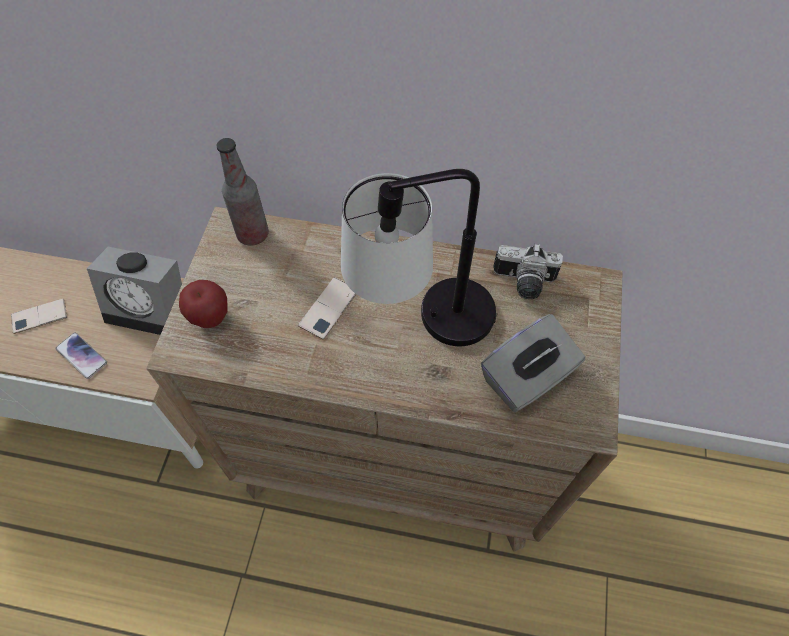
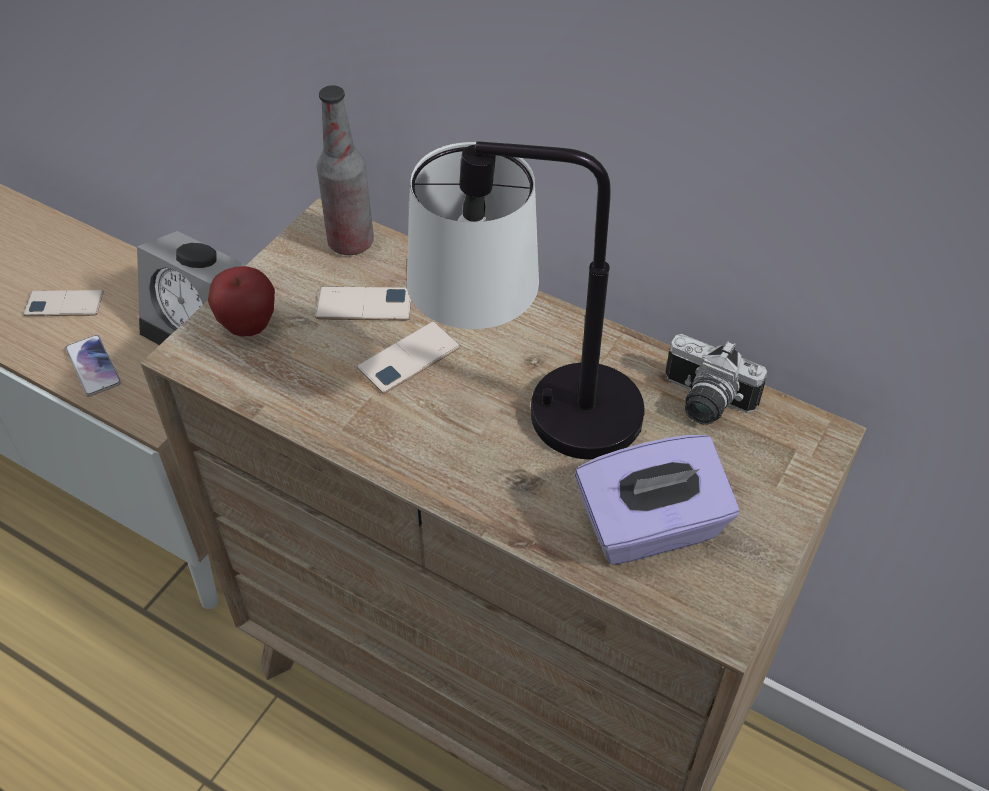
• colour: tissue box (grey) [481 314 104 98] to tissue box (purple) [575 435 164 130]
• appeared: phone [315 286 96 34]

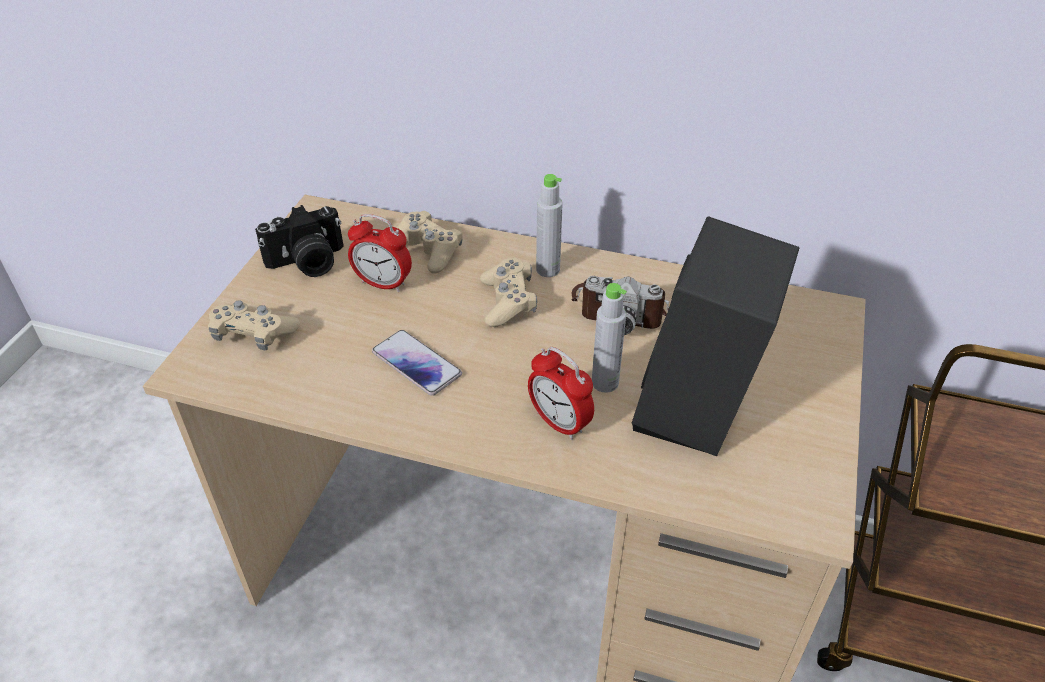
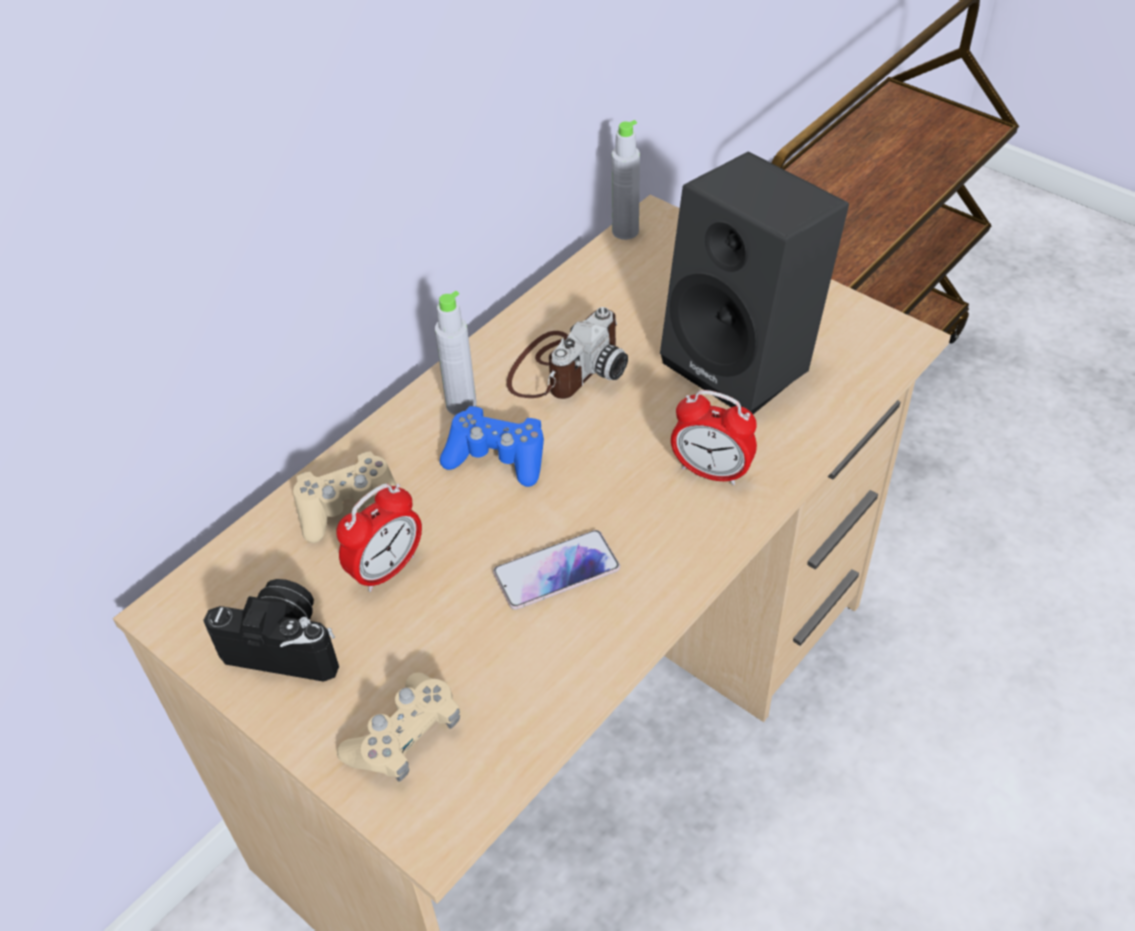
• spun: photo camera [255 205 89 72] = [203 579 136 103] 75 degrees counterclockwise
• colour: game controller (beige) [480 258 57 69] to game controller (blue) [440 406 104 81]
• relocated: bottle (grey) [592 283 35 109] to [612 120 28 120]
• spun: alarm clock [528 347 66 93] = [671 390 86 95] 45 degrees clockwise

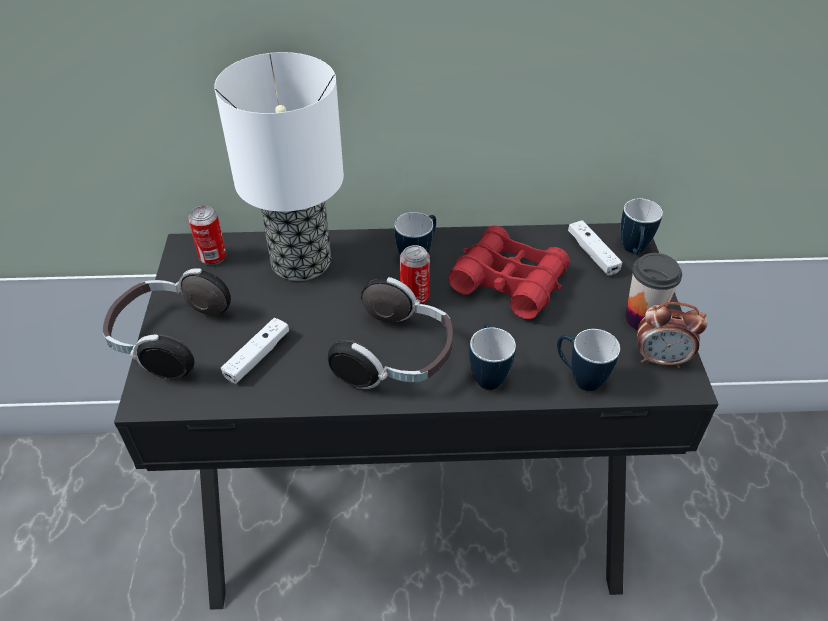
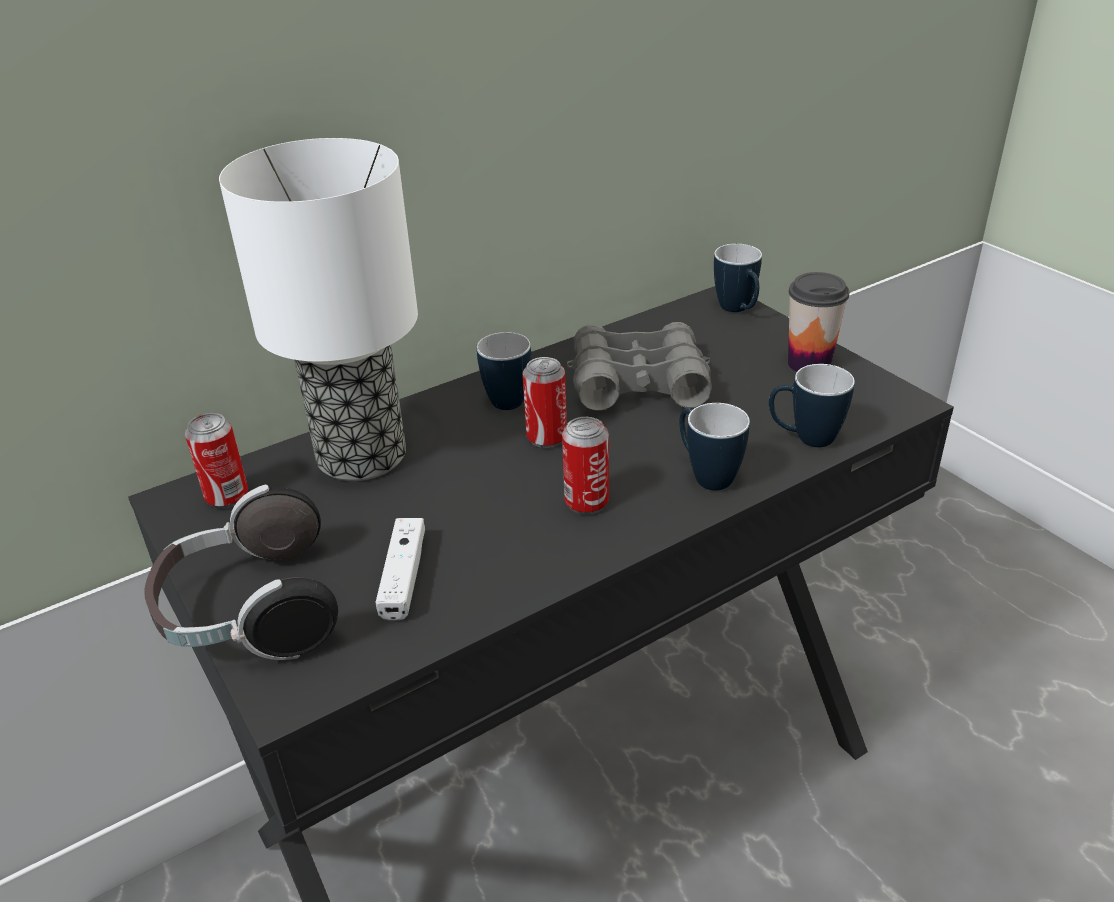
• missing: game controller (white) [568 220 54 56]
• colour: binoculars (red) [448 225 122 94] to binoculars (grey) [567 322 145 89]
• exchanged: headphones [328 277 125 112] to can [562 417 47 98]
• missing: alarm clock [637 302 70 66]

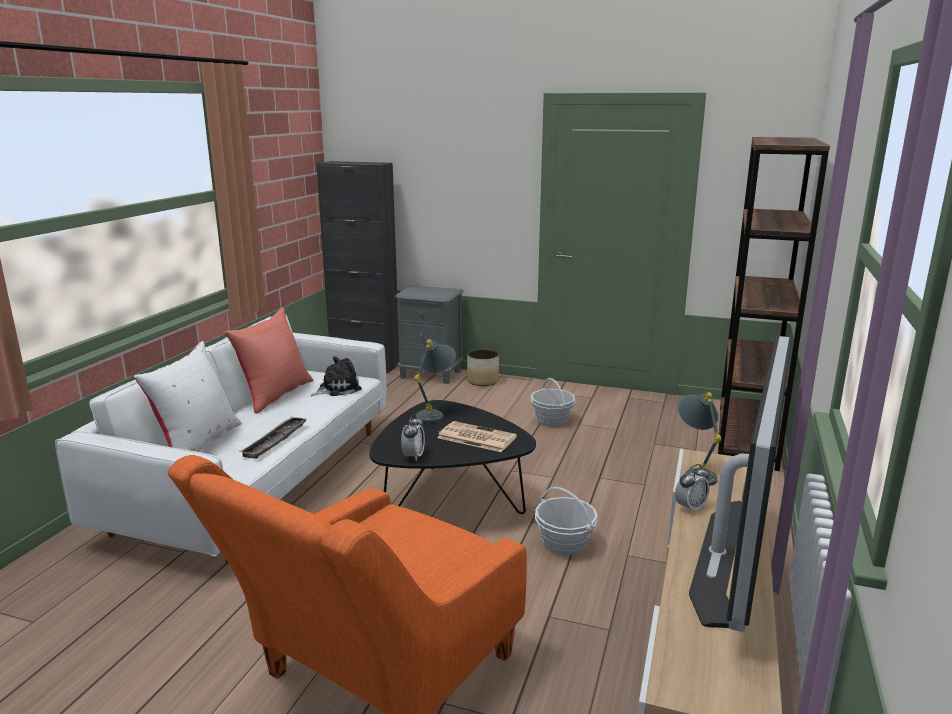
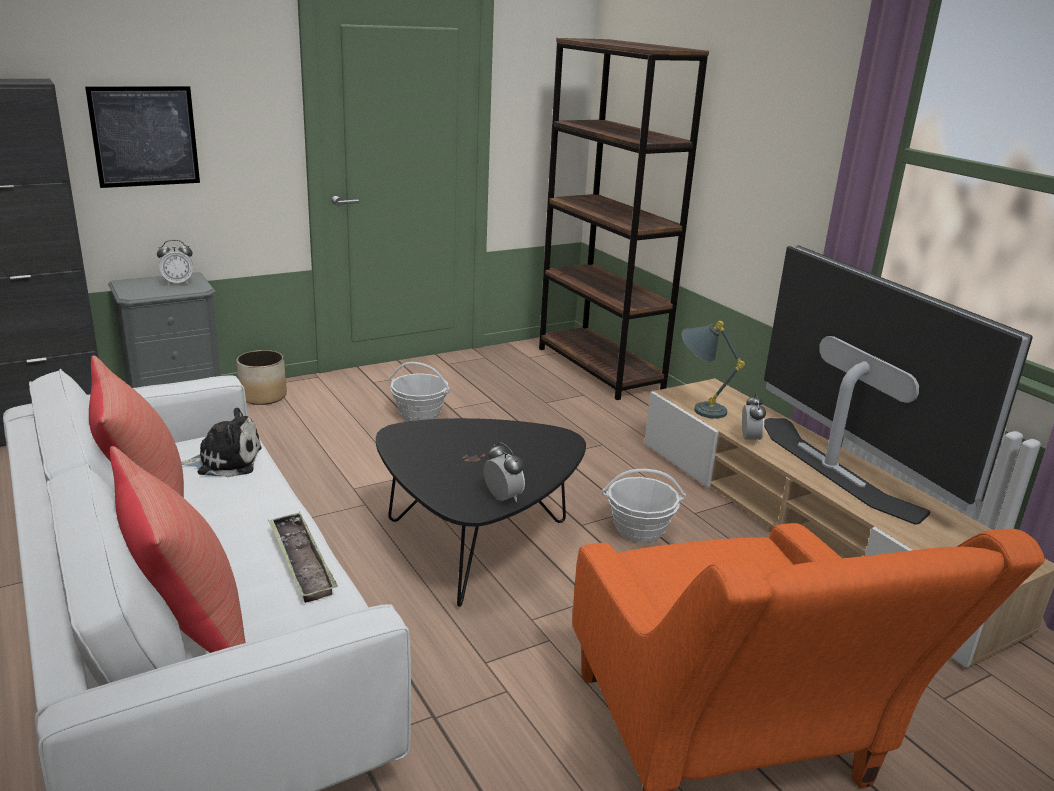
• missing: table lamp (grey) [414 339 42 84]
• colour: pillow (white) [134 341 108 111] to pillow (red) [110 446 136 207]
• spun: plush toy [311 356 51 40] = [181 408 81 70] 75 degrees clockwise
• missing: newspaper [438 421 79 31]
• appeared: picture [85 86 115 102]
• appeared: alarm clock [157 240 36 45]

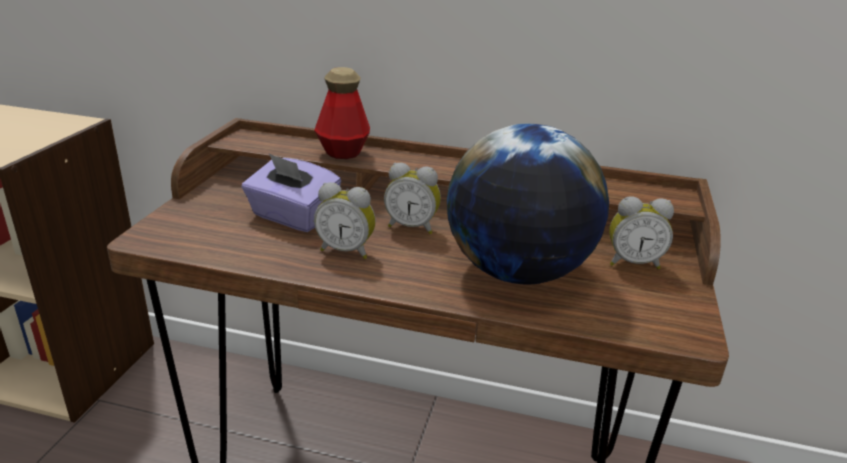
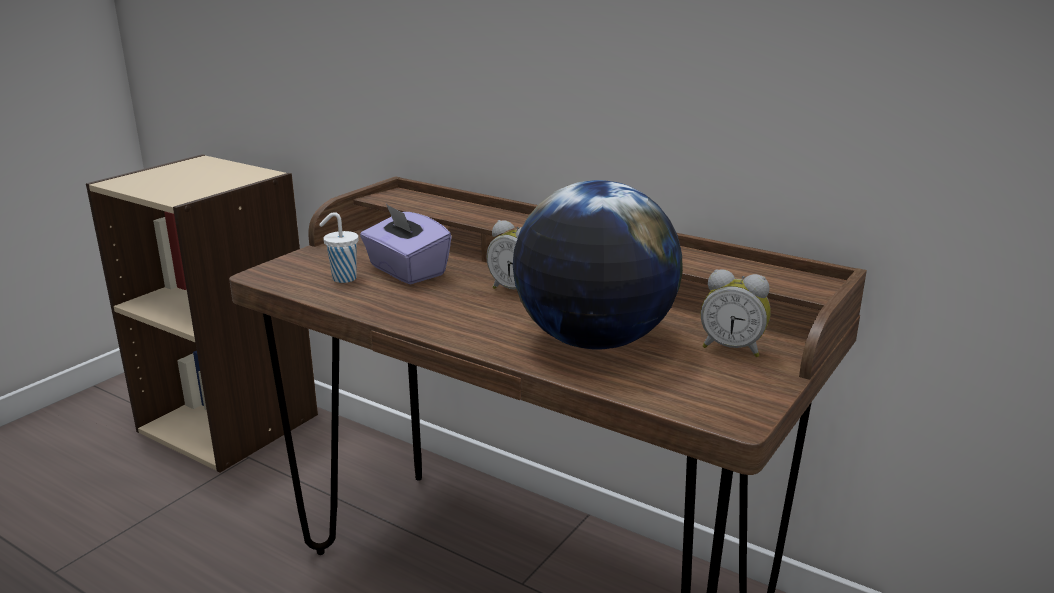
• missing: bottle [314 67 56 92]
• missing: alarm clock [314 182 62 77]
• appeared: cup (white) [319 212 40 71]

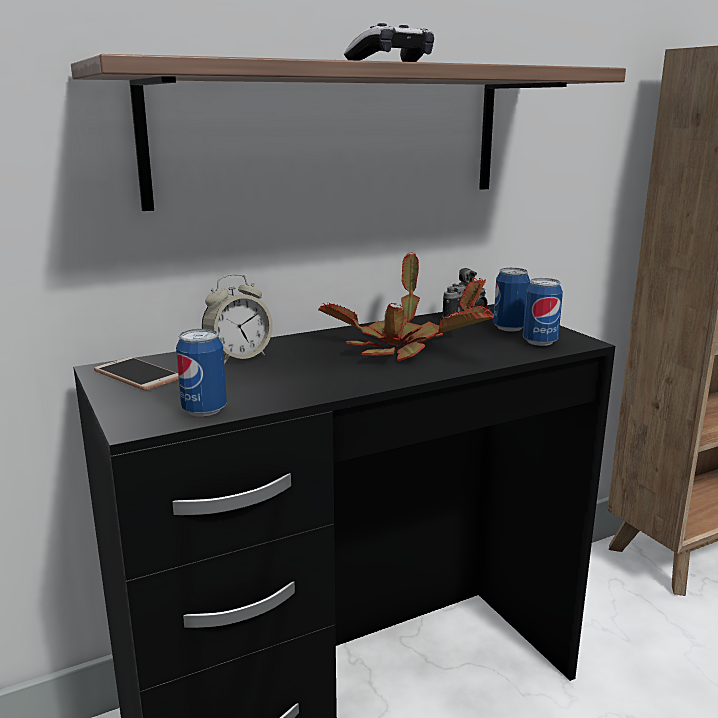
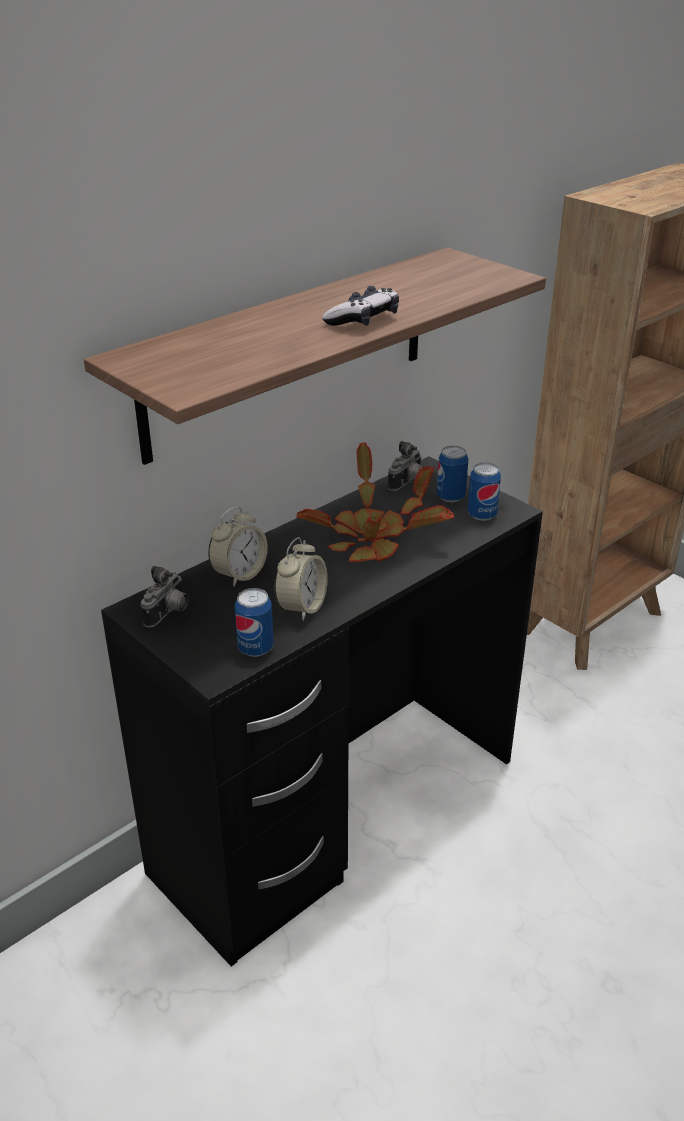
• exchanged: phone [94 357 85 34] to photo camera [141 566 48 62]
• appeared: alarm clock [274 537 54 84]

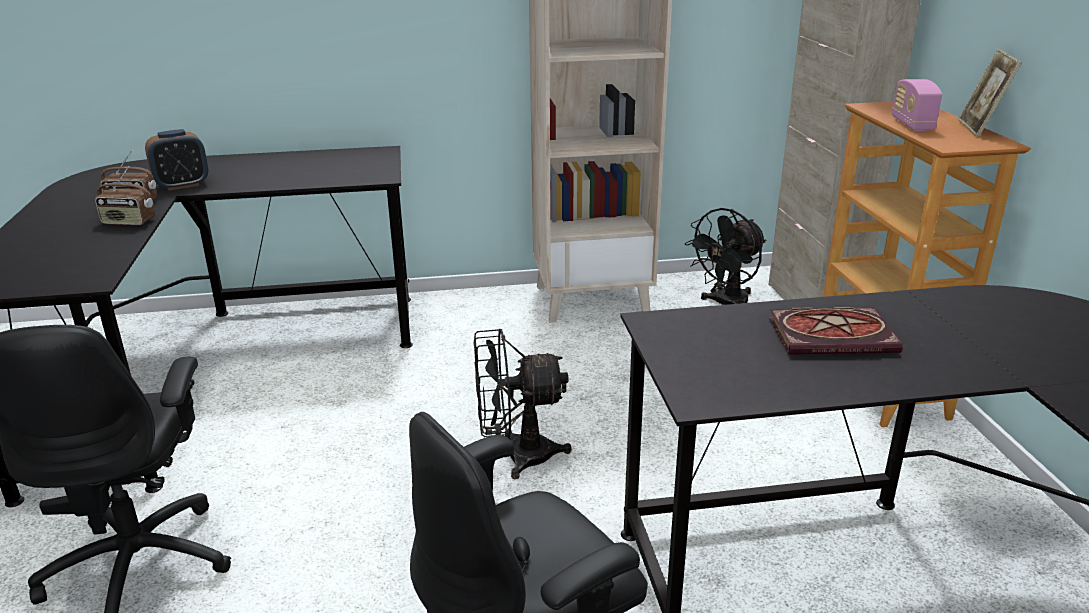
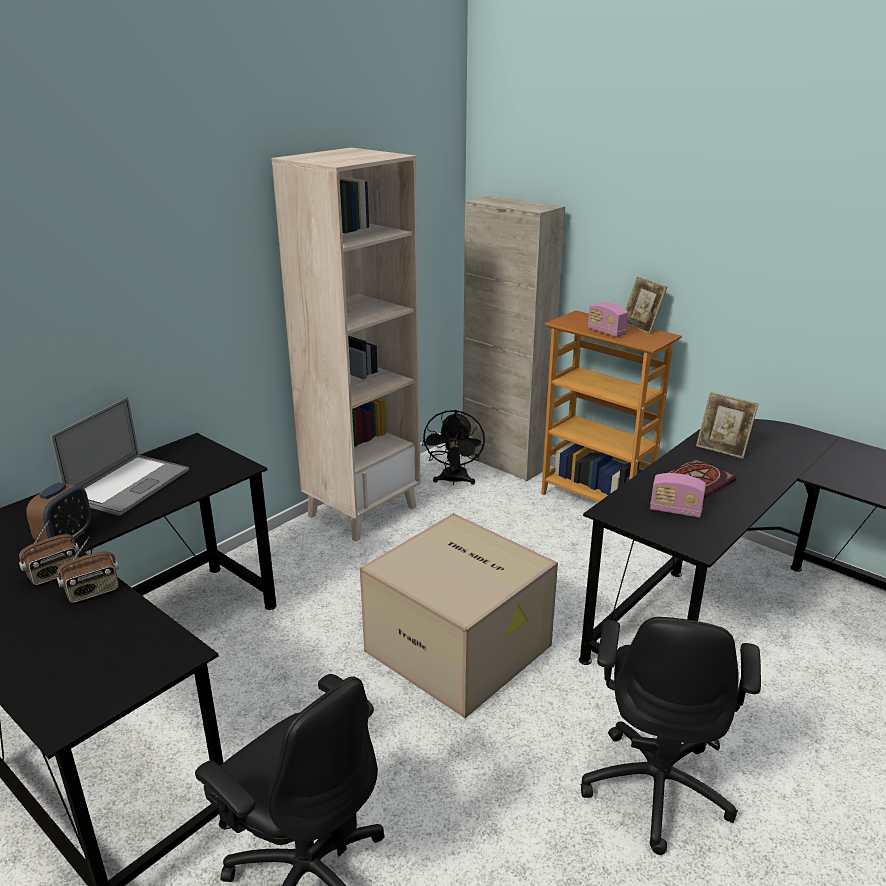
• exchanged: fan (black) [474 329 98 150] to cardboard box [360 513 198 205]
• appeared: picture frame [696 392 62 67]
• appeared: laptop [51 397 138 119]
• appeared: radio [650 473 56 45]

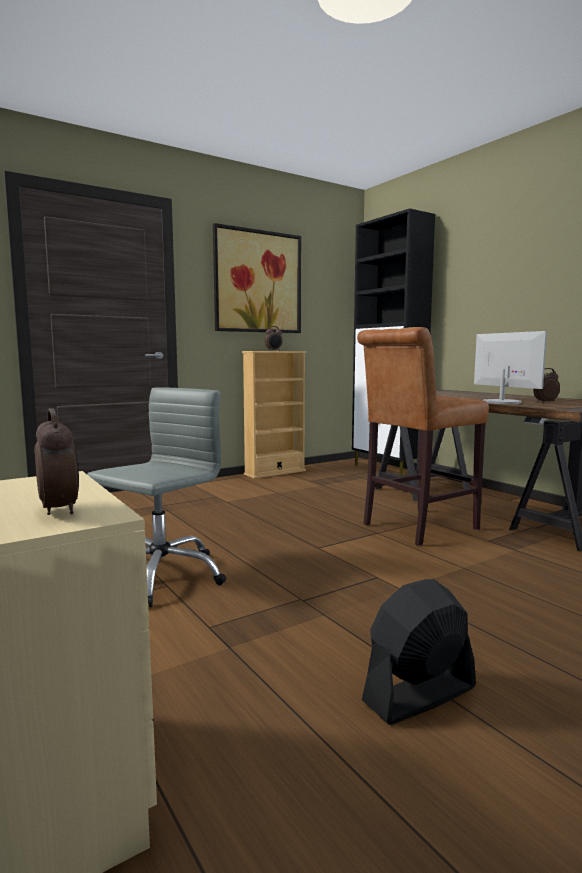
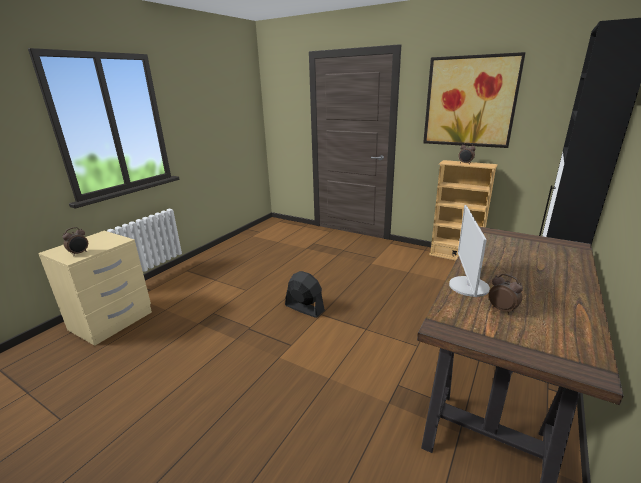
• missing: stool (brown) [357 327 132 219]
• spun: monitor [474 331 73 73] = [449 205 41 92] 150 degrees clockwise
• missing: office chair (grey) [87 388 139 219]
• relocated: fan (black) [362 579 114 146] to [285 271 40 47]

